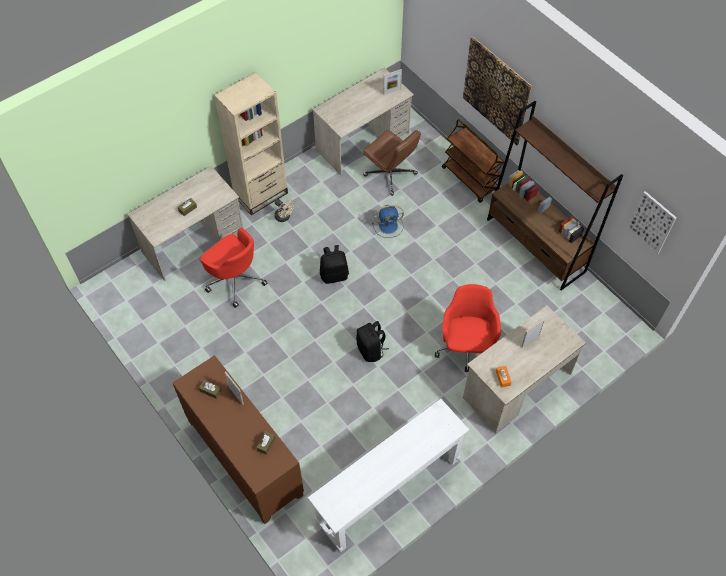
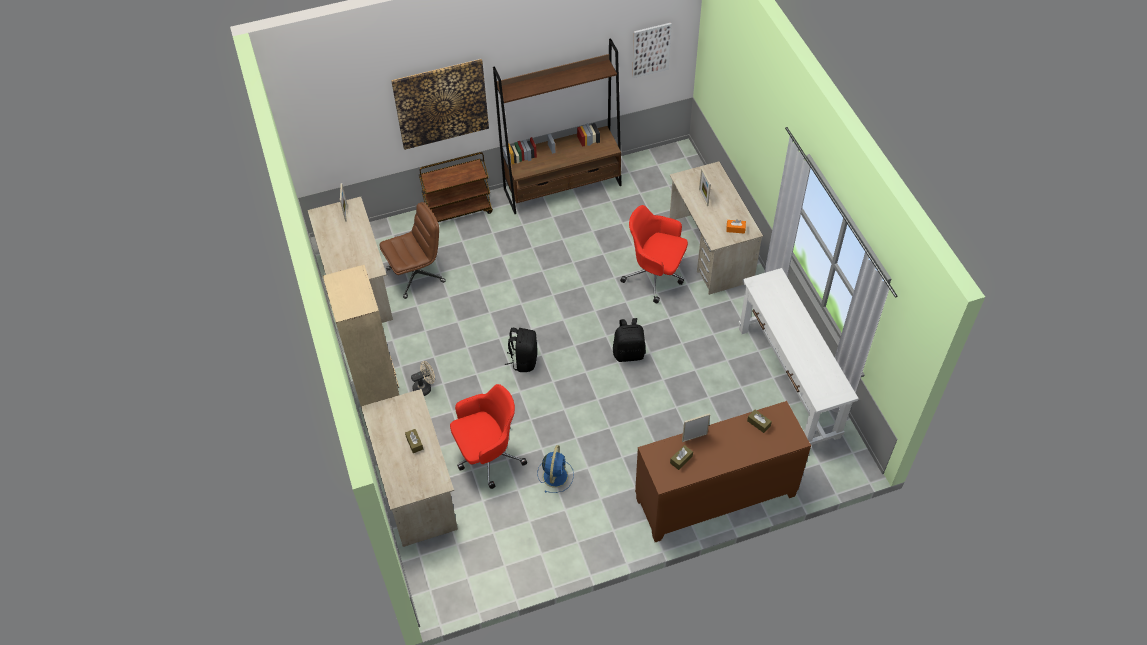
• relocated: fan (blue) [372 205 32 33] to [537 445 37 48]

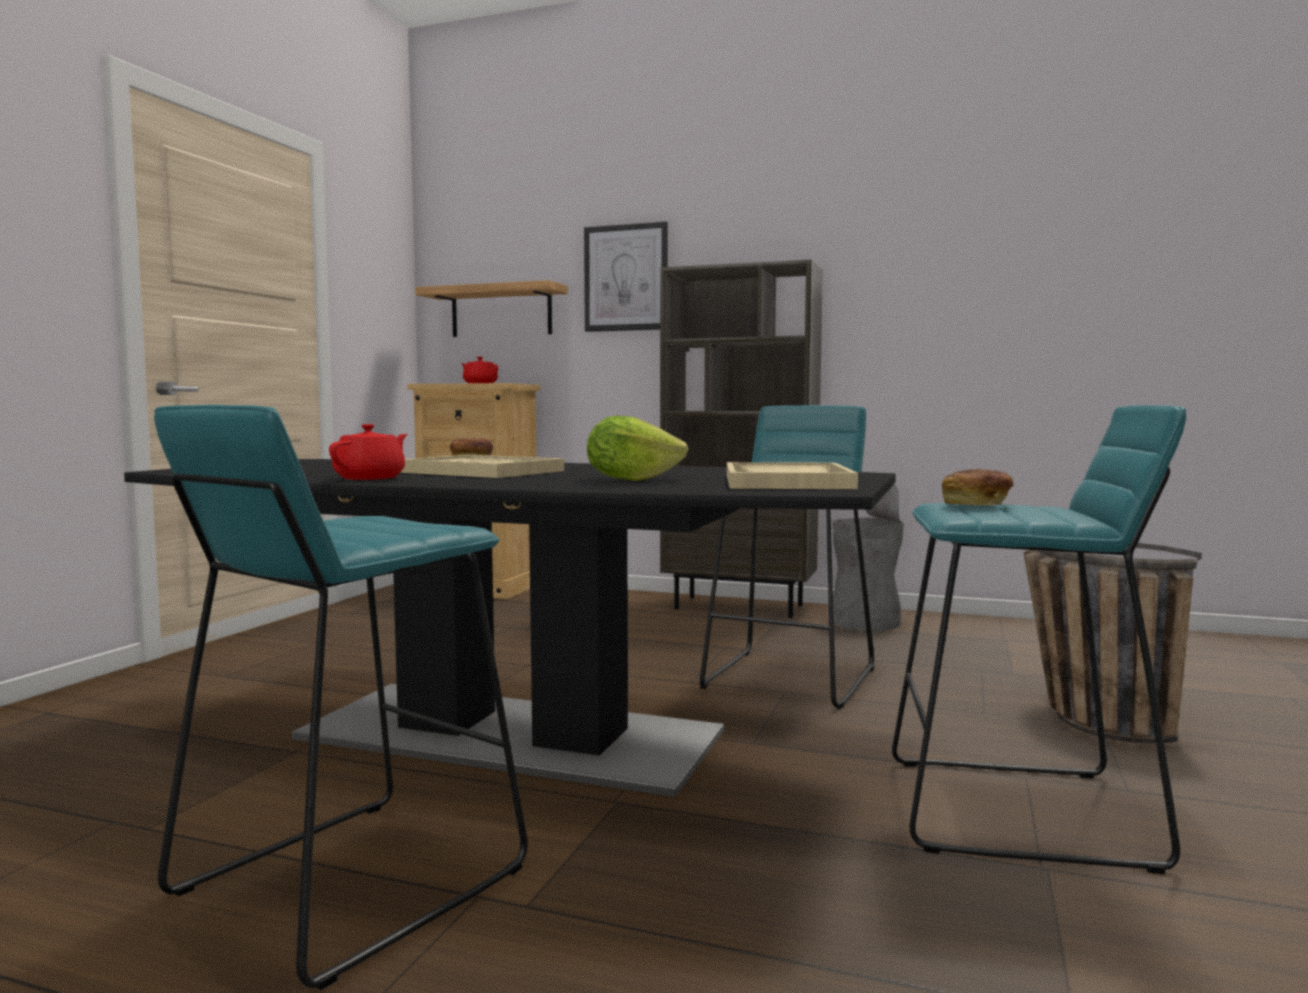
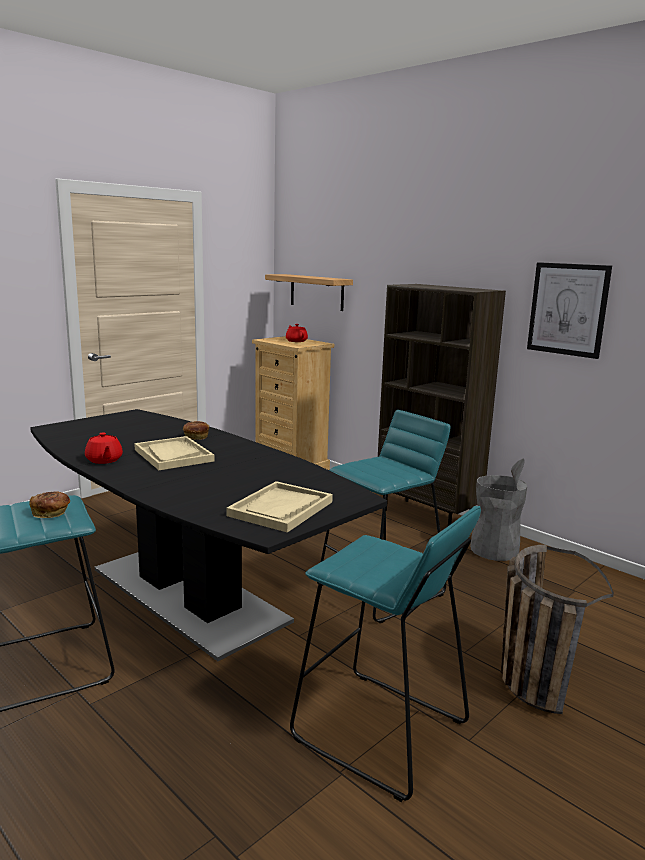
• relocated: picture [584 222 84 110] to [527 262 85 97]
• missing: lettuce [587 415 101 66]
• spun: teapot (red) [329 424 79 56] = [85 432 38 32] 105 degrees clockwise
• relocated: bread [942 469 72 36] to [29 491 41 27]

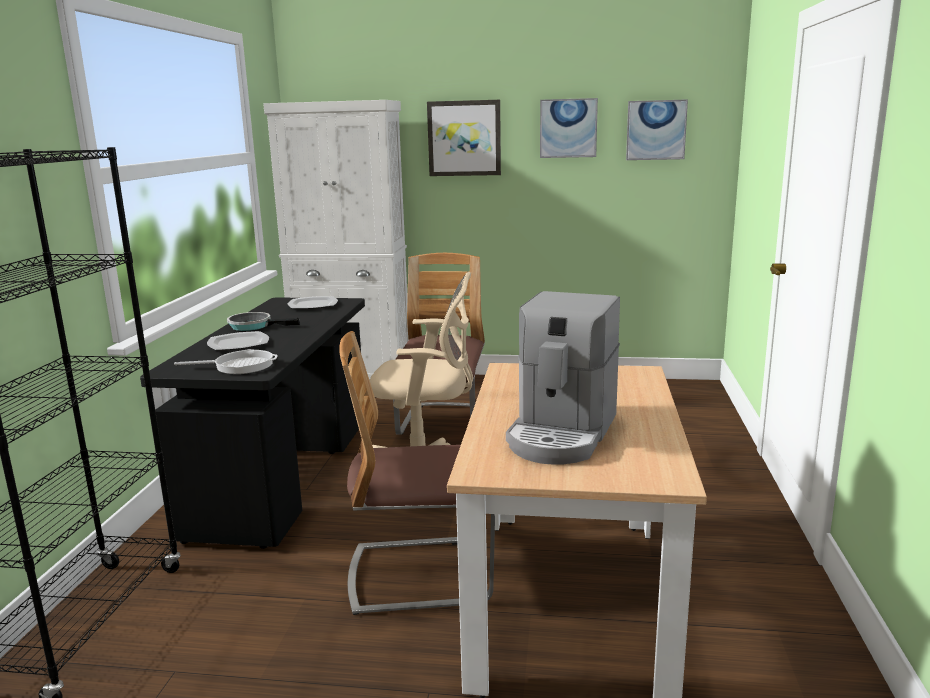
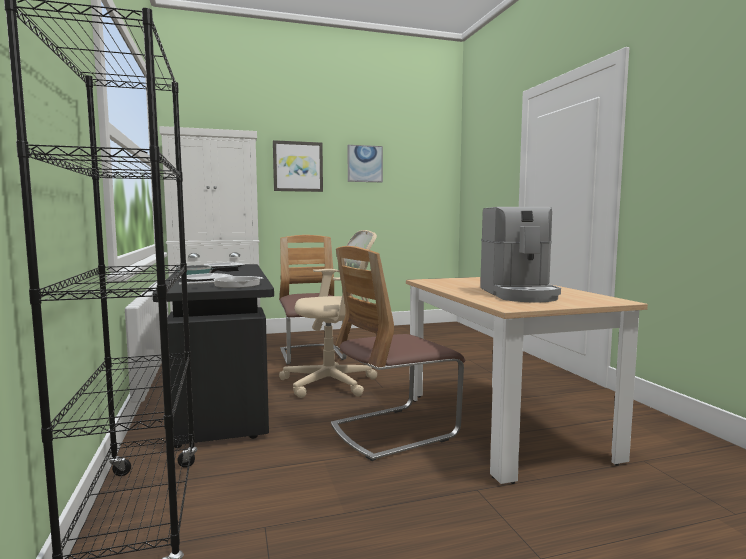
• missing: picture [626 99 62 61]

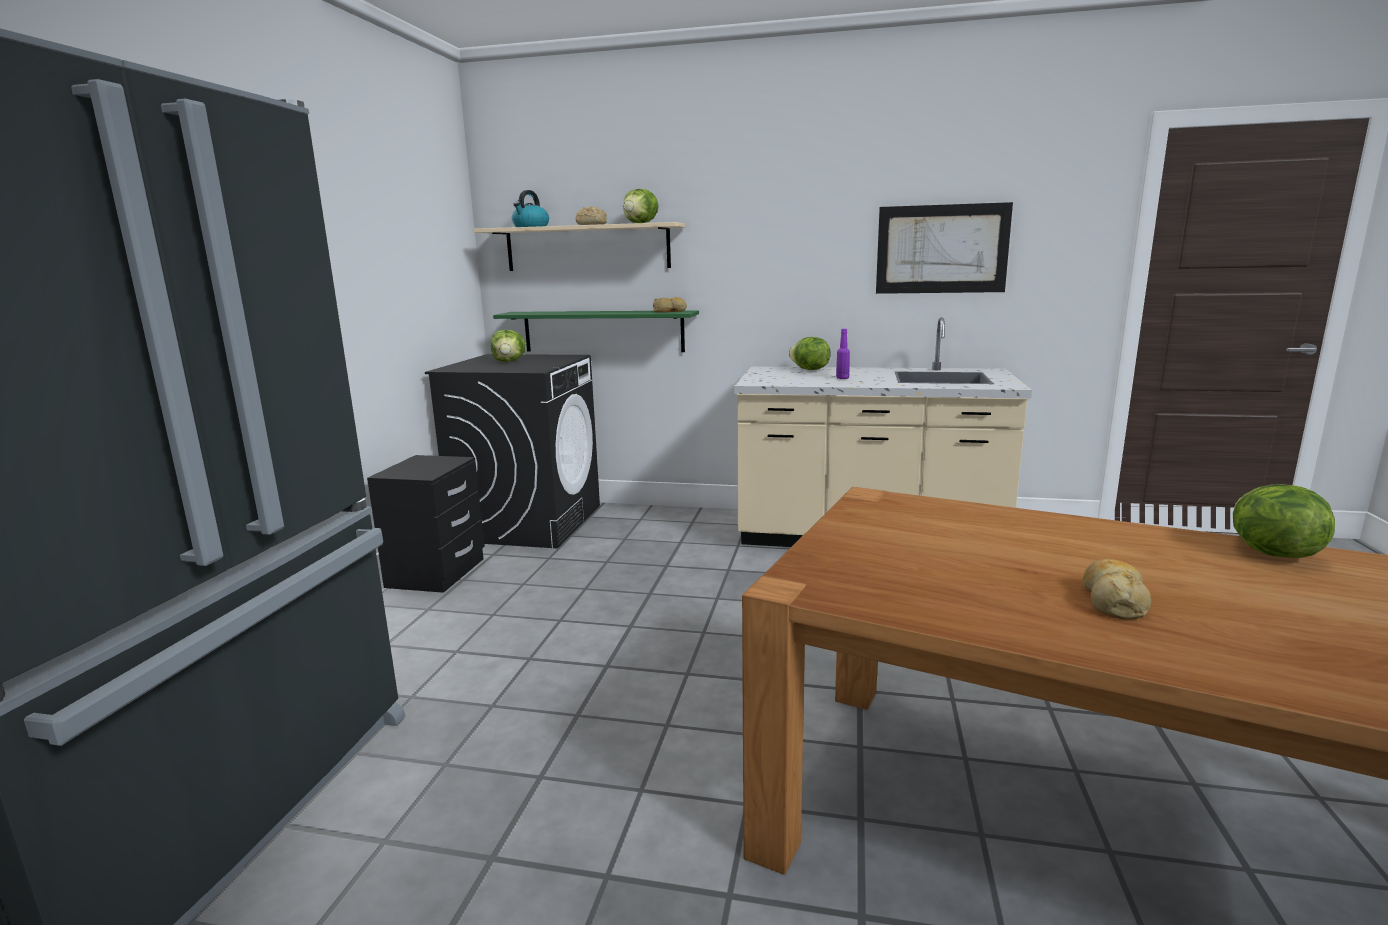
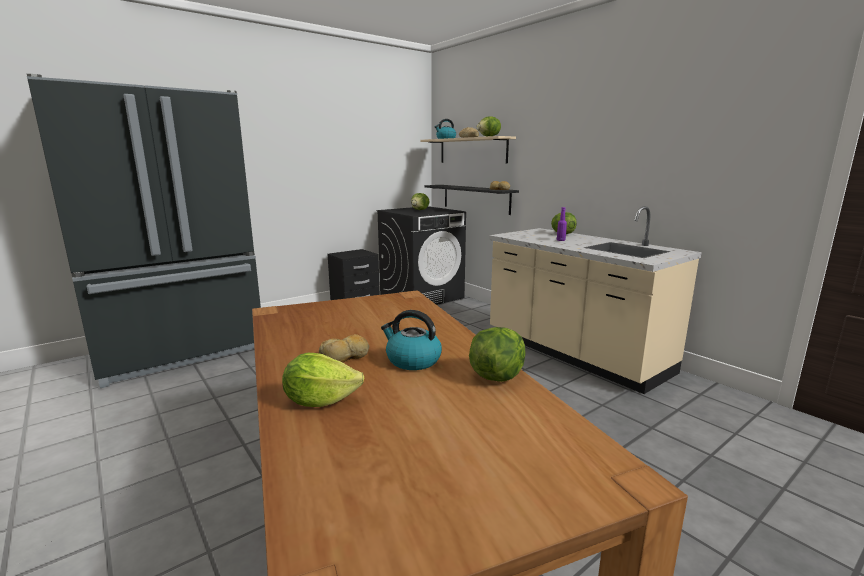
• missing: picture [876 202 137 92]
• colour: shelf (green) [493 310 206 42] to shelf (black) [424 185 95 30]
• appeared: kettle [381 310 61 60]
• appeared: lettuce [282 353 82 54]

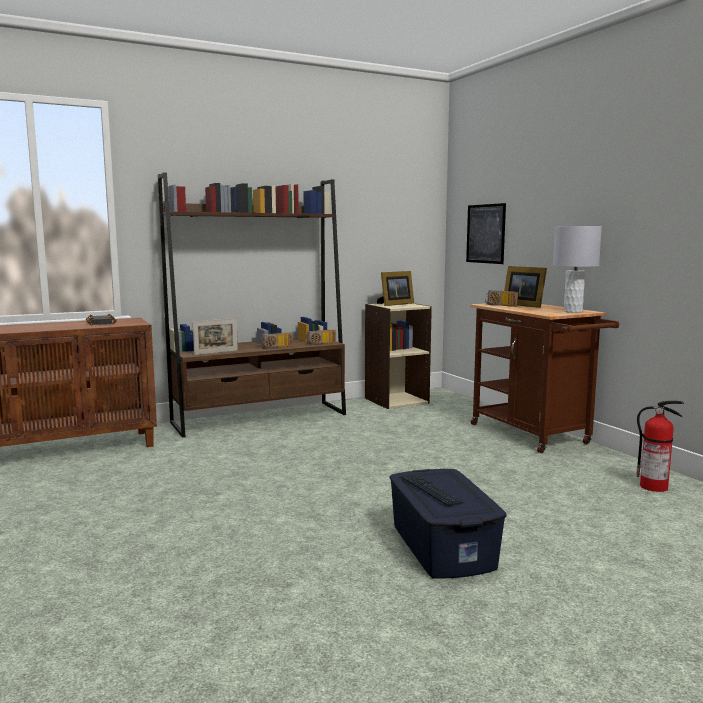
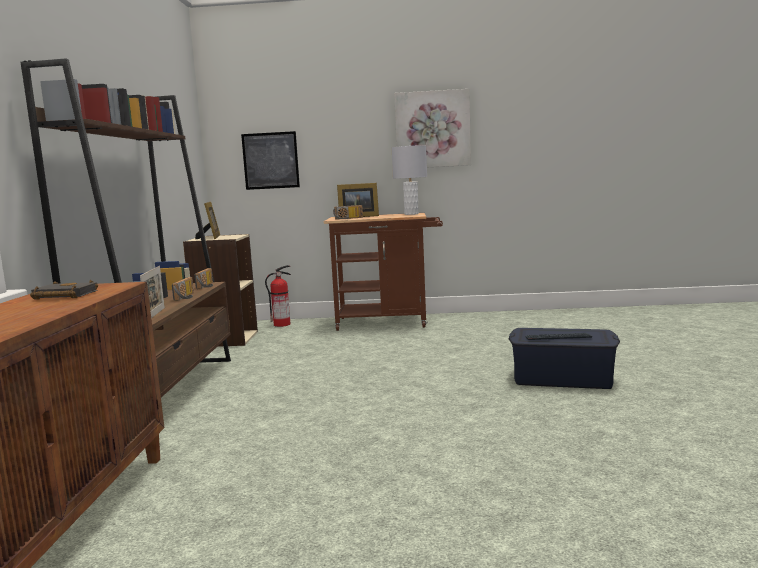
• relocated: fire extinguisher [636 401 48 91] to [265 265 26 62]
• appeared: picture [394 89 77 78]

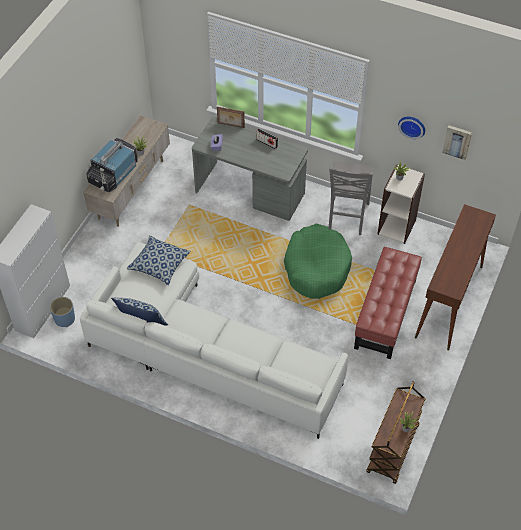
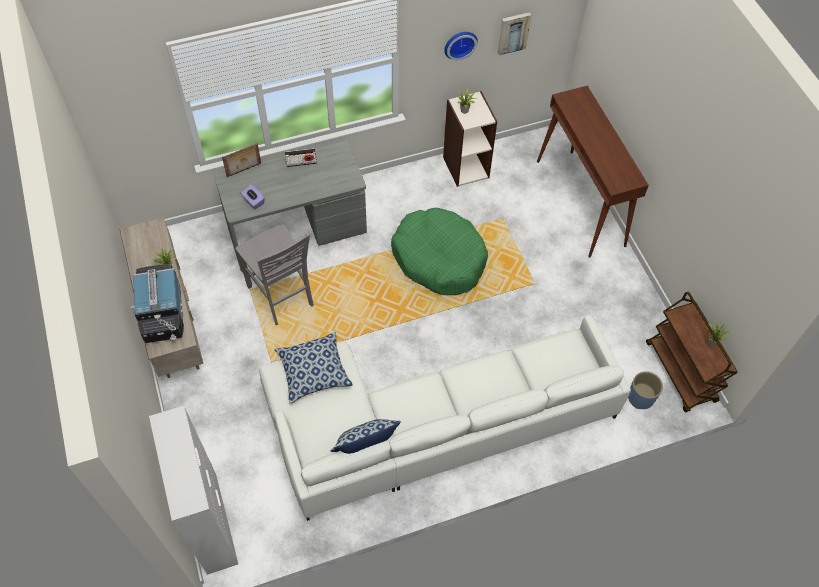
• relocated: chair (grey) [328 162 46 73] to [235 224 79 101]
• missing: ottoman (red) [354 247 68 112]
• relocated: planter (blue) [50 297 25 30] to [628 371 35 38]

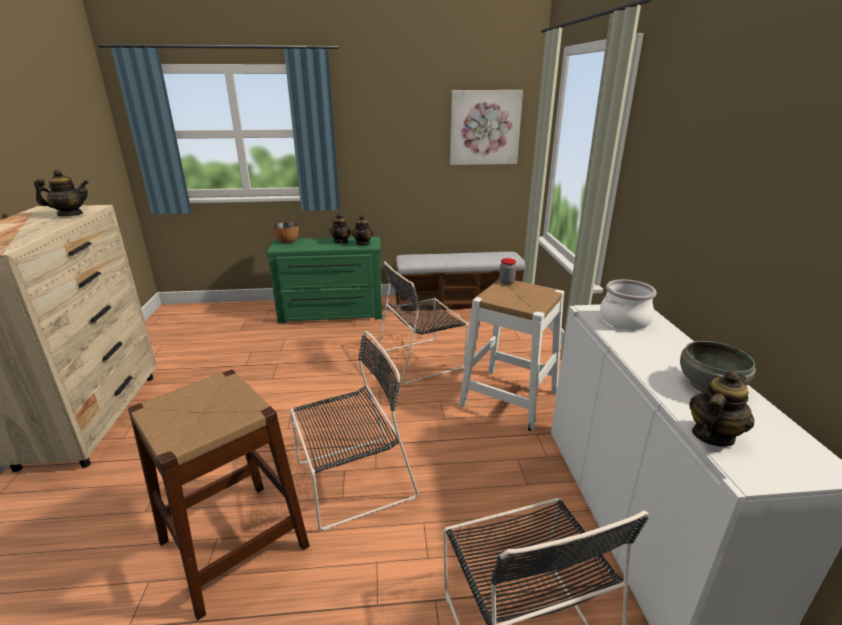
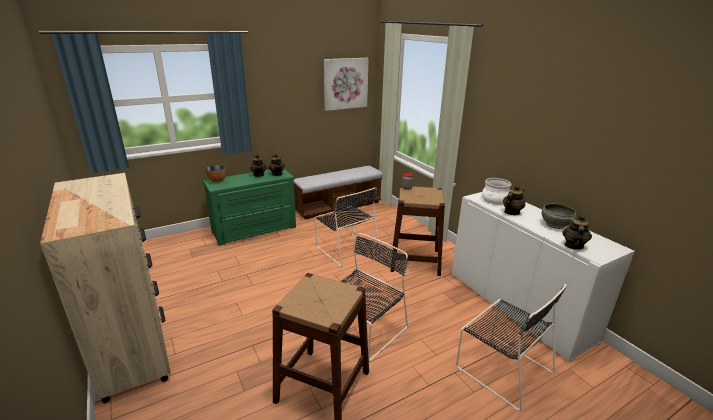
• relocated: teapot [34 170 54 46] to [503 185 23 30]
• spun: chair (black) [377 261 91 123] = [315 187 64 80] 75 degrees counterclockwise
• colour: stool (white) [459 280 105 152] to stool (brown) [390 186 55 90]

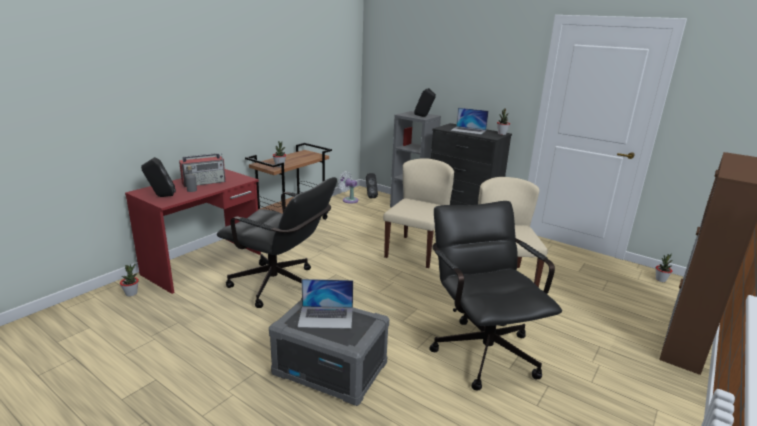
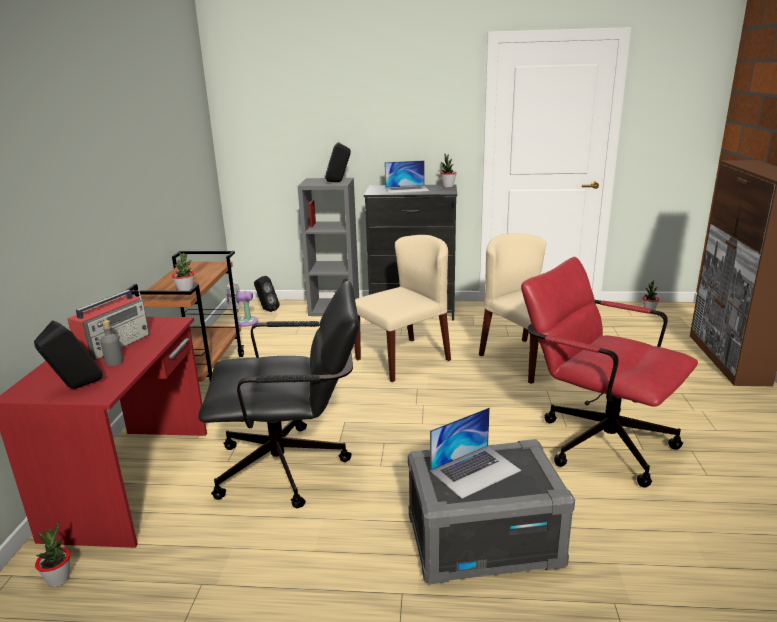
• spun: chair (beige) [383 158 71 110] = [354 235 97 147] 60 degrees clockwise
• colour: office chair (black) [429 201 133 190] to office chair (red) [521 257 177 230]

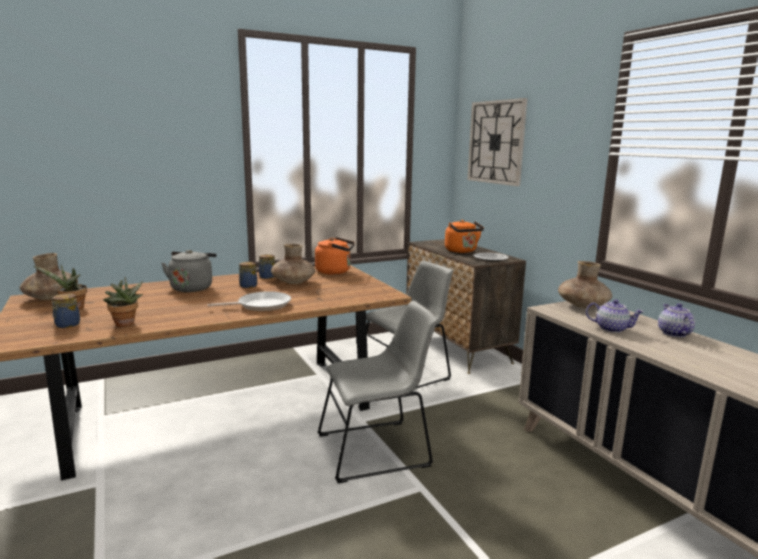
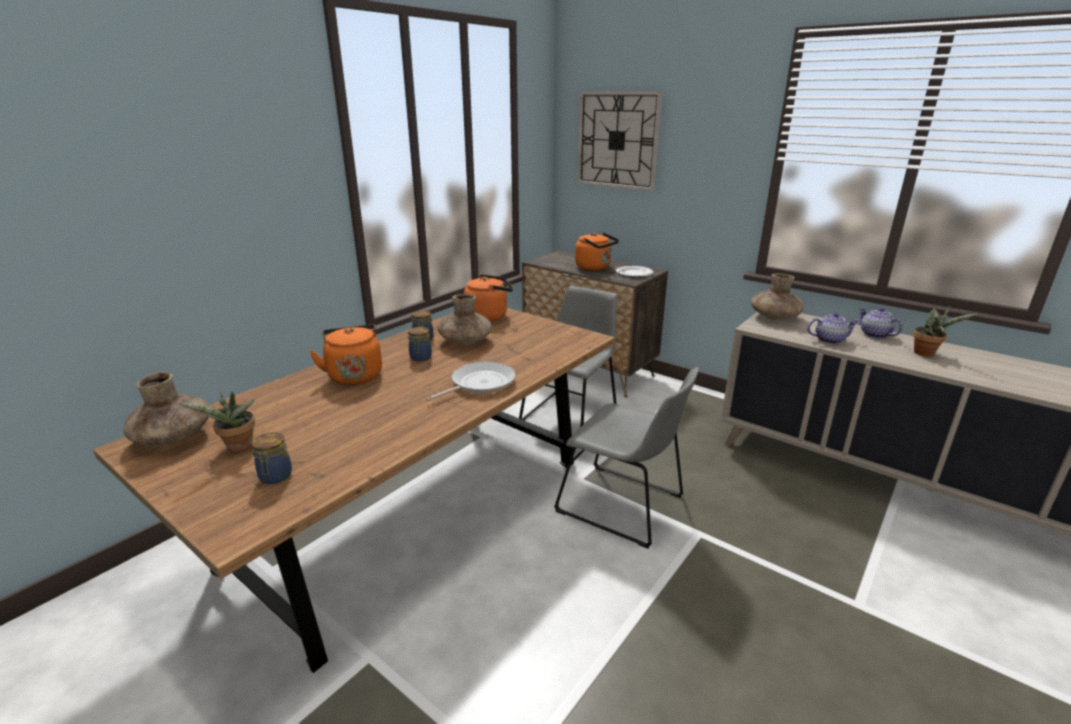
• colour: kettle (grey) [161 250 56 42] to kettle (orange) [309 324 73 61]
• relocated: potted plant [103 277 40 50] to [913 306 64 51]
• spun: chair (grey) [317 301 121 183] = [554 367 145 182] 75 degrees clockwise

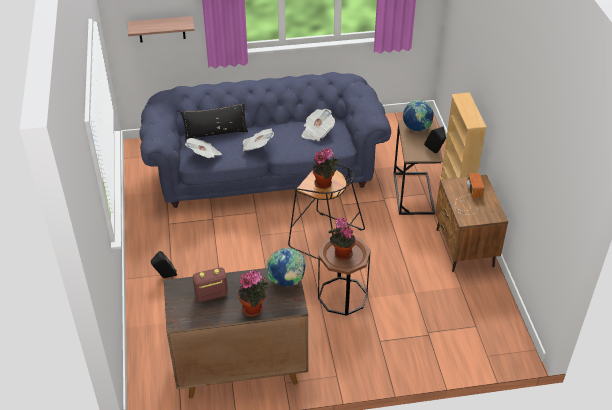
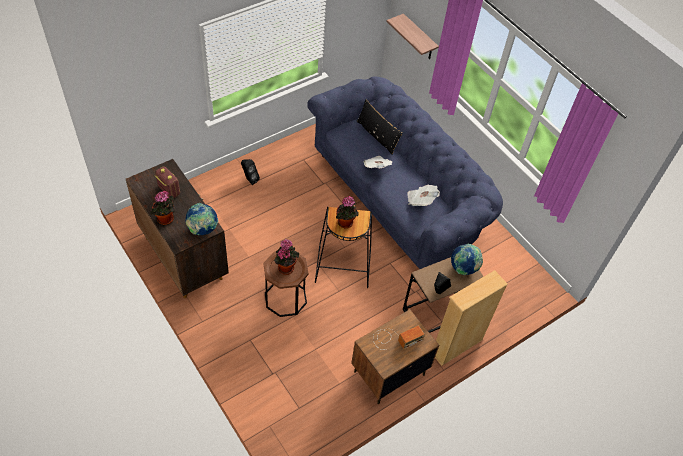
• missing: newspaper [185 138 37 20]

